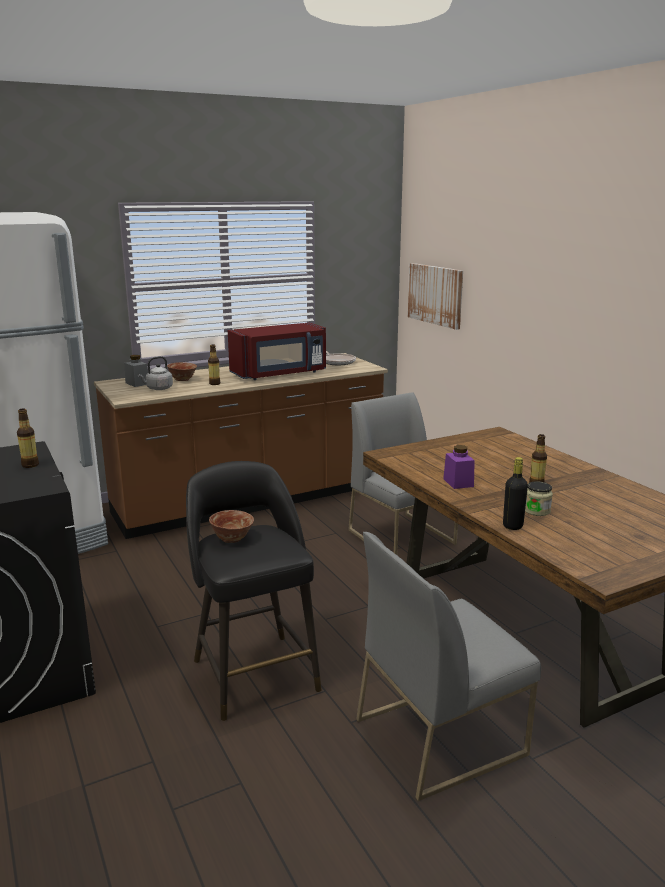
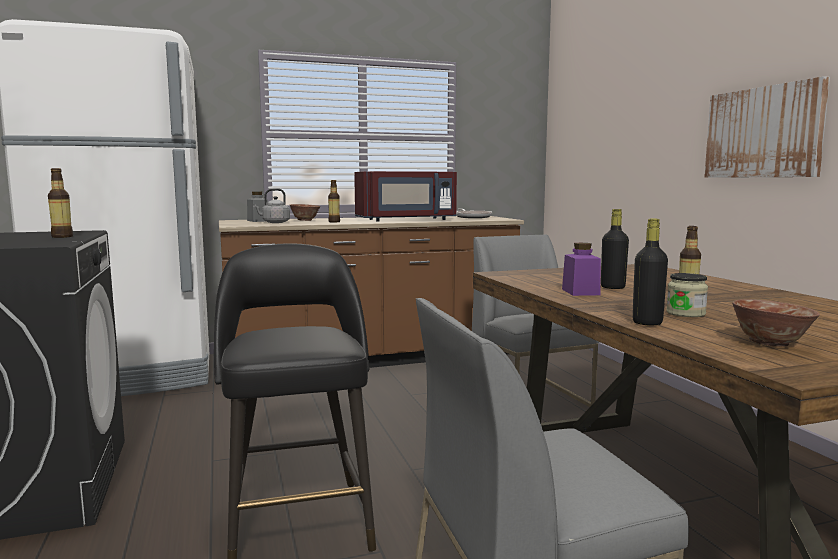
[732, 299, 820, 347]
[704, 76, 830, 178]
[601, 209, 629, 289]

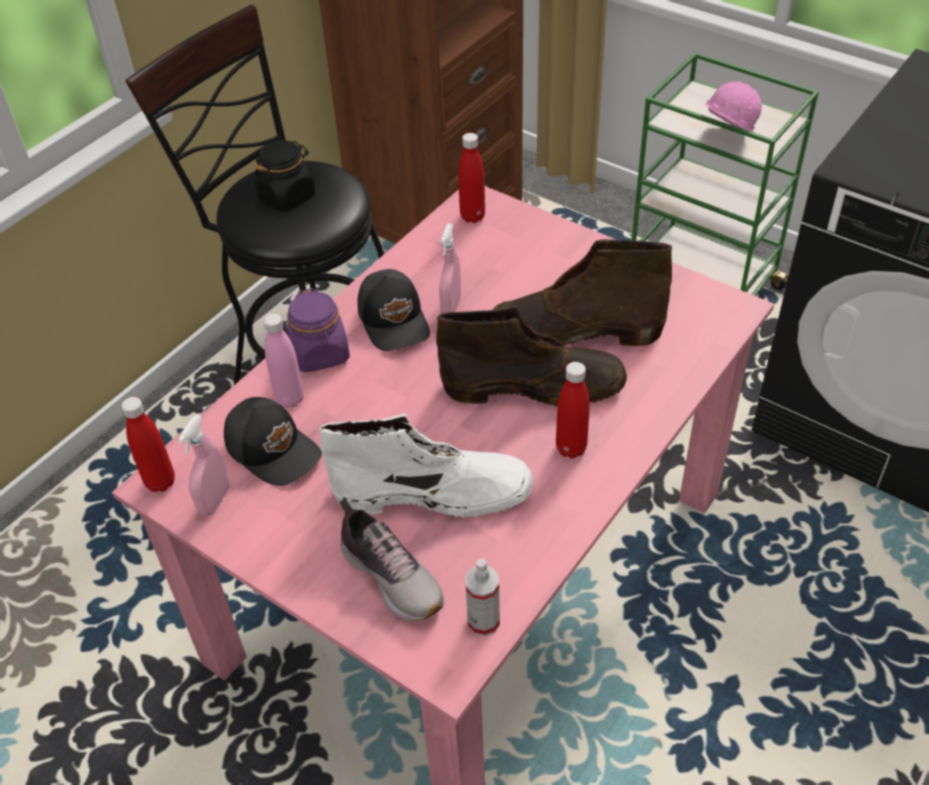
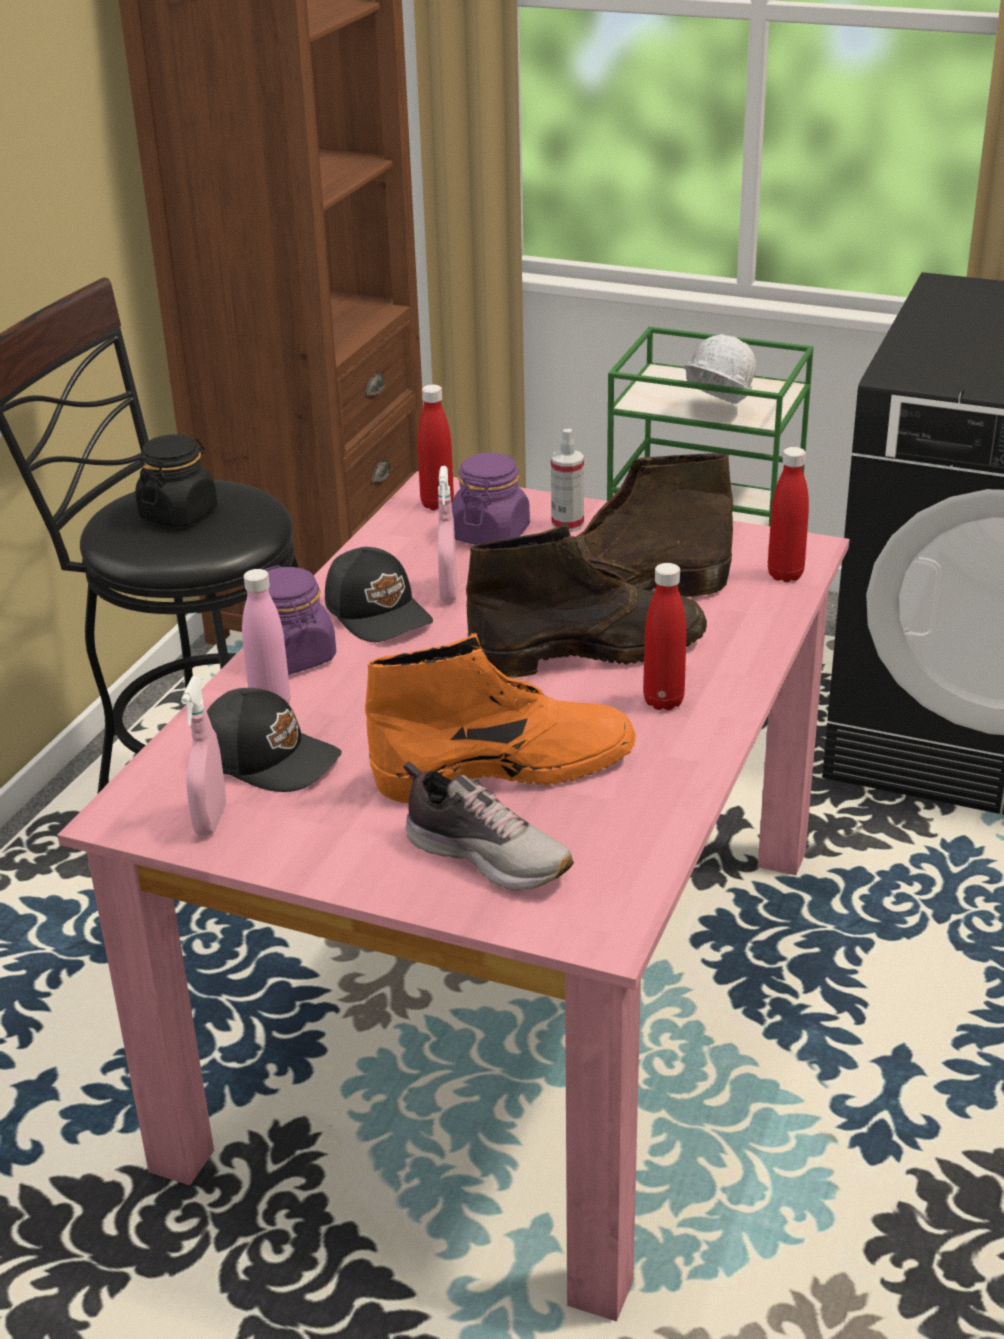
[768, 447, 809, 582]
[365, 633, 635, 803]
[551, 429, 584, 532]
[684, 334, 756, 404]
[452, 453, 530, 545]

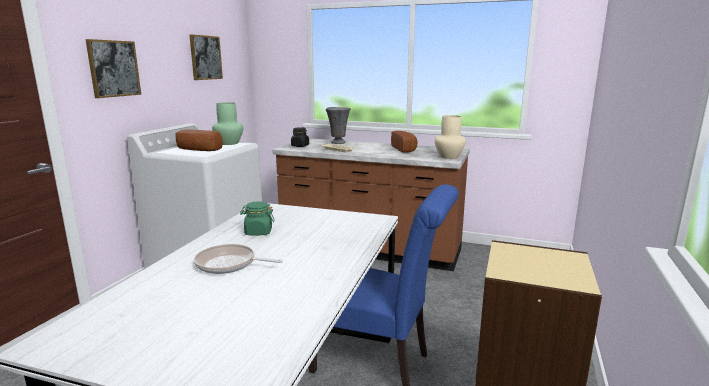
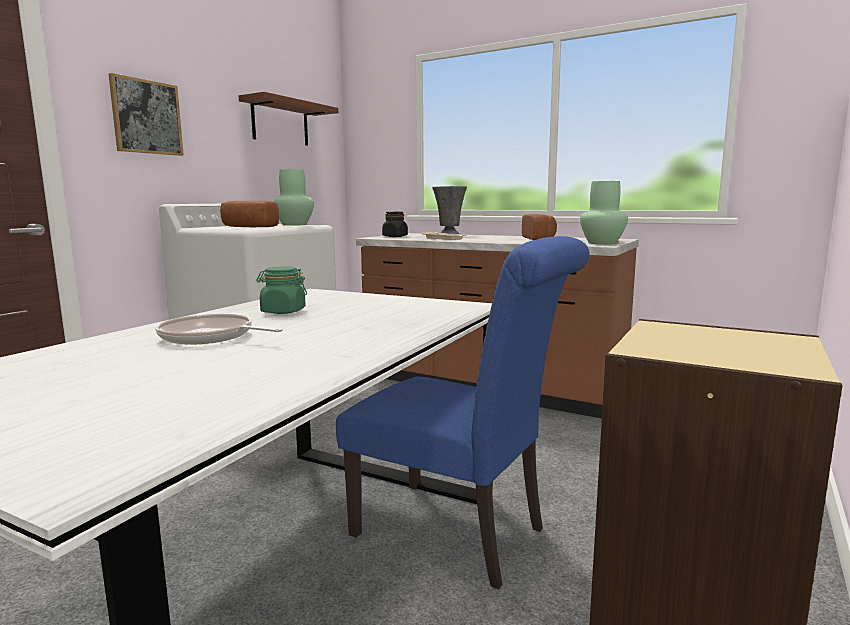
[239, 92, 338, 146]
[580, 181, 628, 244]

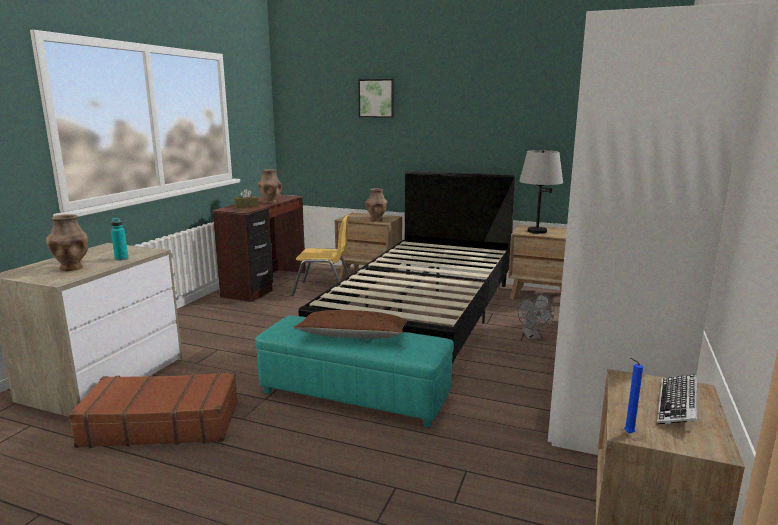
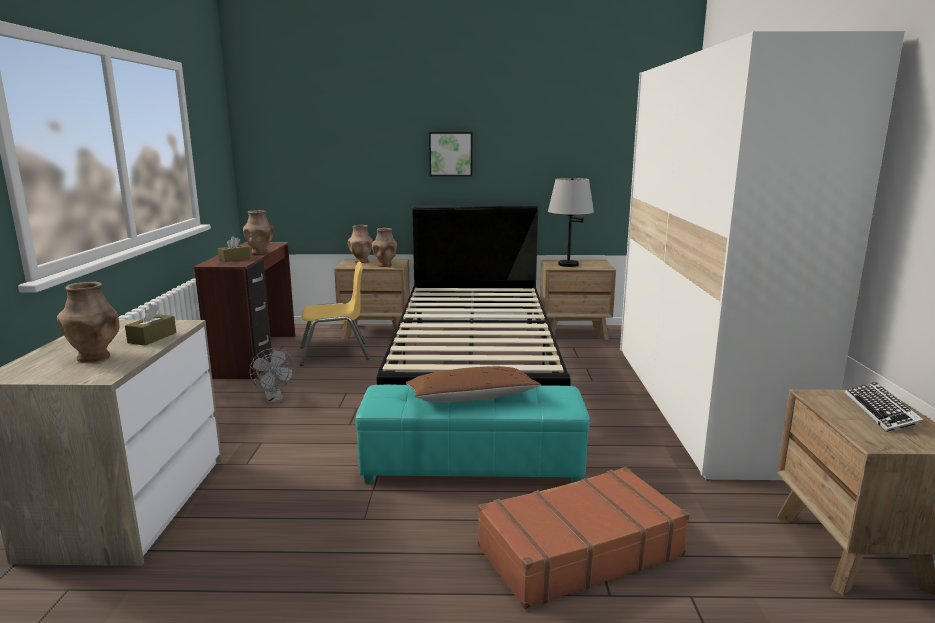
[478, 467, 690, 609]
[125, 304, 176, 345]
[429, 132, 472, 177]
[250, 348, 295, 404]
[624, 358, 643, 434] (first image)
[348, 225, 373, 263]

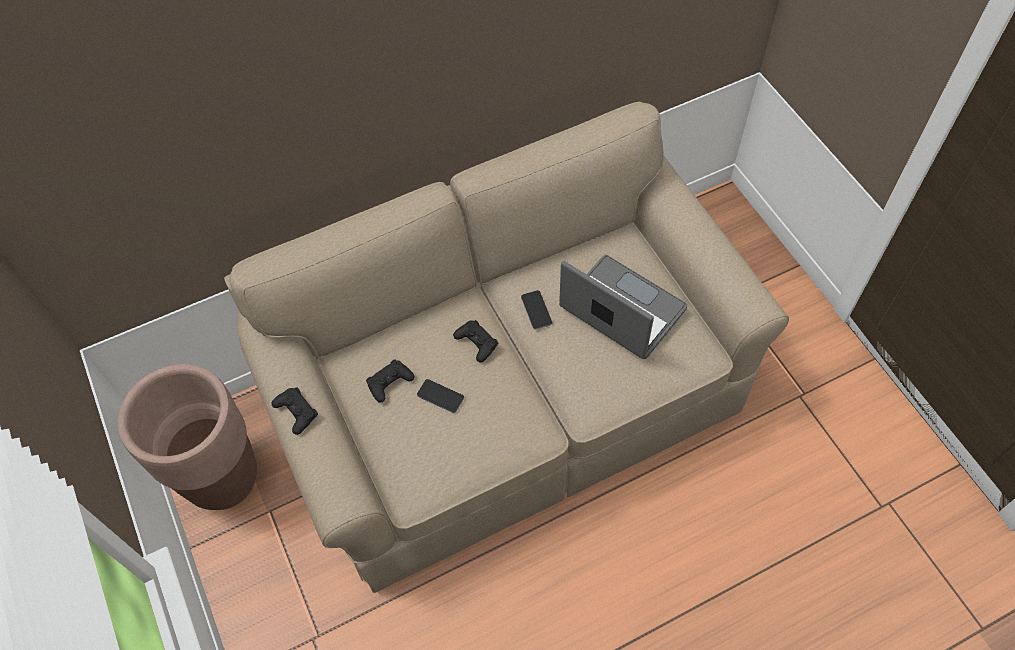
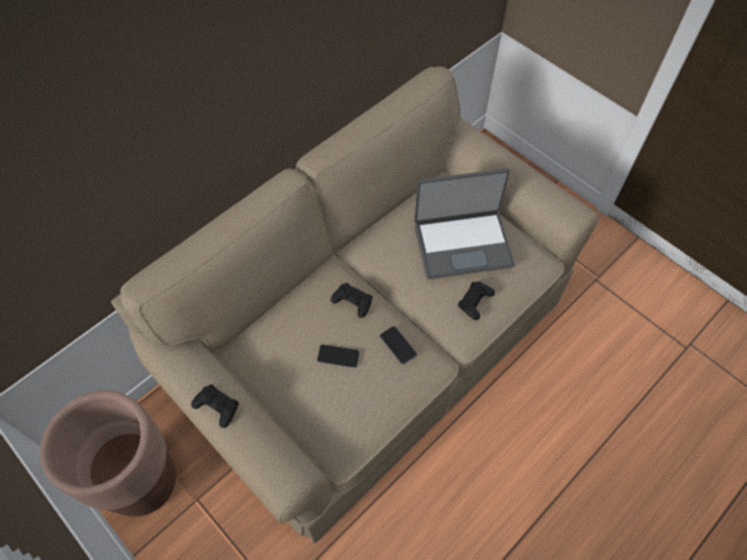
[458, 282, 495, 320]
[380, 326, 417, 364]
[414, 169, 515, 279]

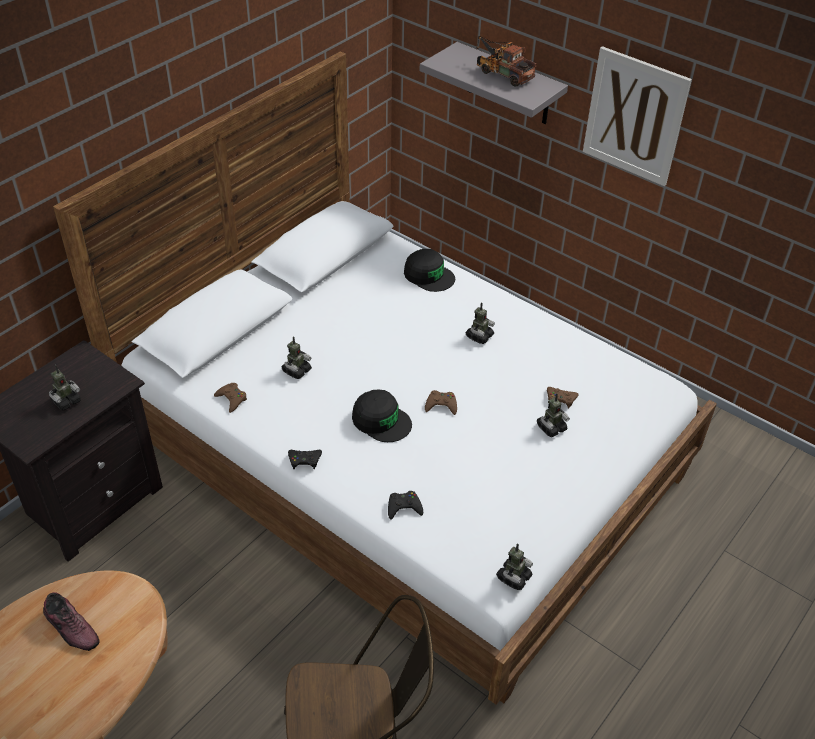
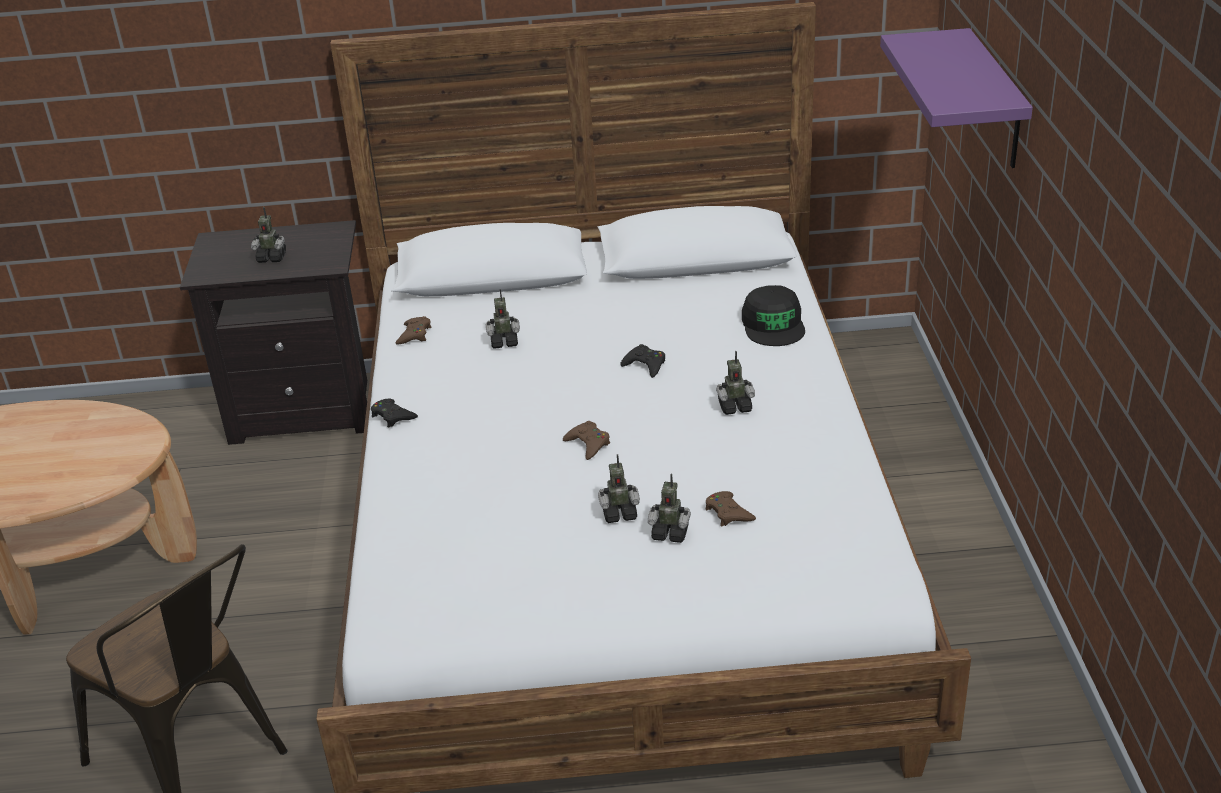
[43, 592, 100, 651] (first image)
[352, 389, 412, 442] (first image)
[620, 344, 665, 378]
[880, 28, 1033, 168]
[476, 36, 537, 86] (first image)
[598, 454, 640, 523]
[583, 46, 692, 186] (first image)

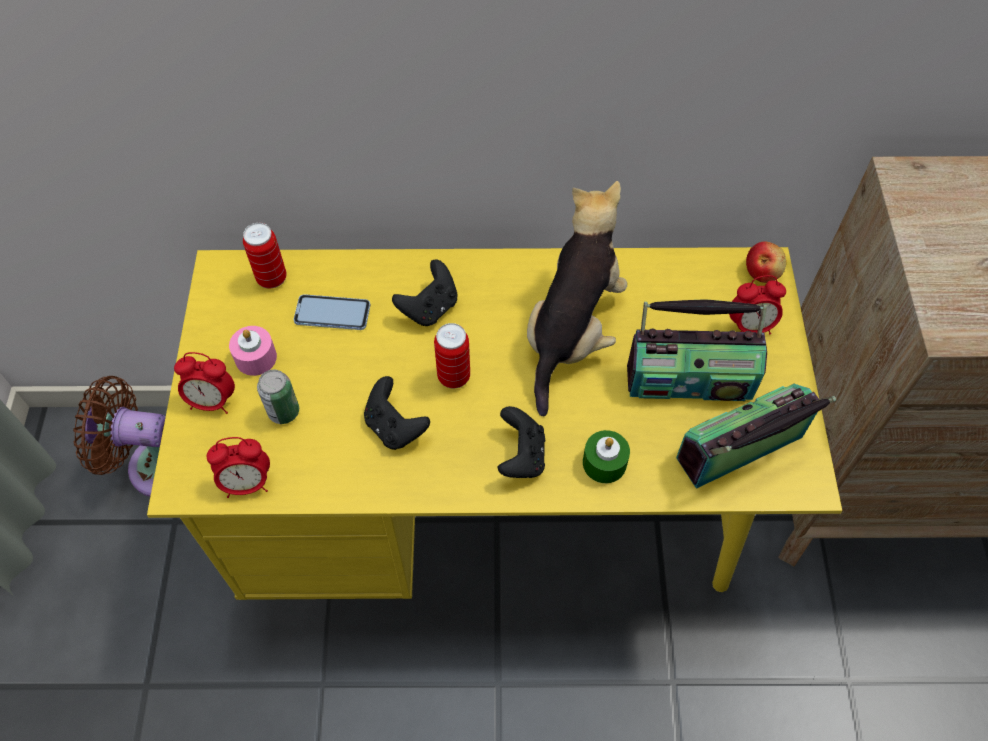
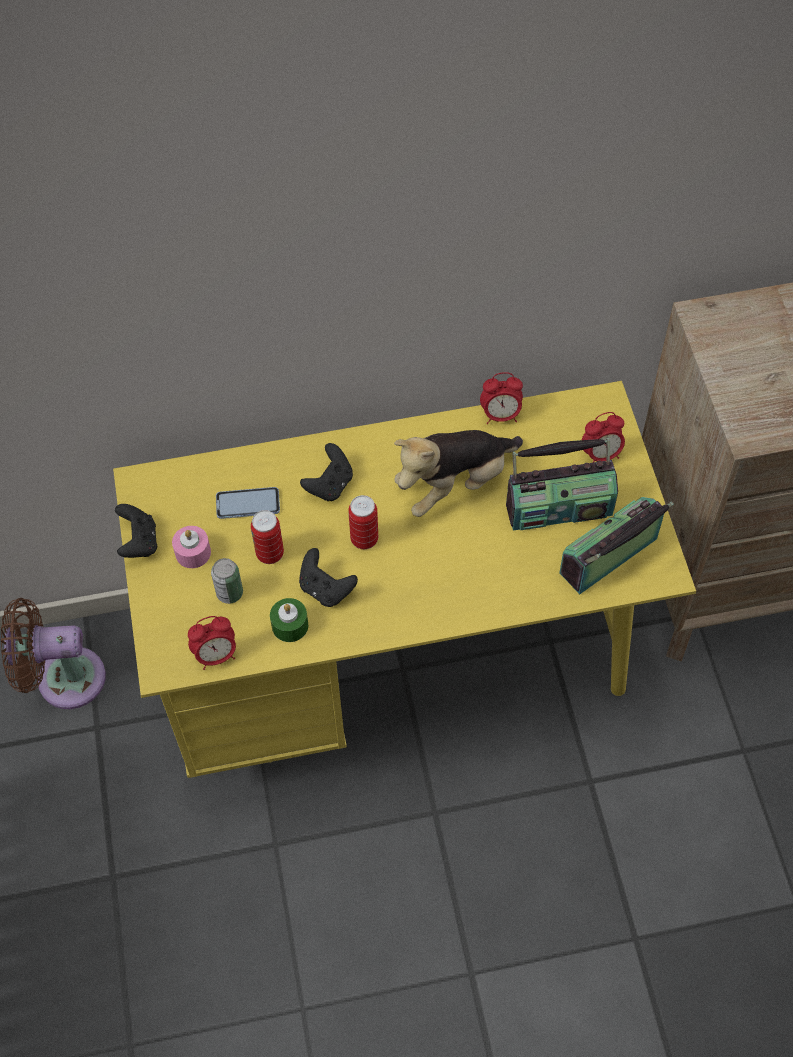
[480, 372, 523, 424]
[251, 510, 284, 564]
[115, 504, 157, 558]
[394, 430, 523, 517]
[270, 598, 308, 642]
[746, 242, 786, 283] (first image)

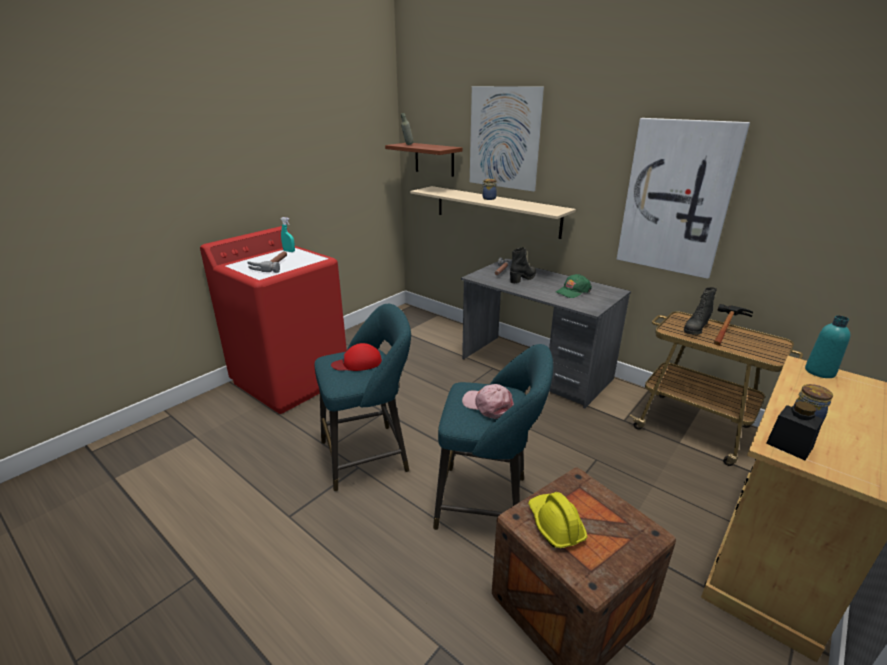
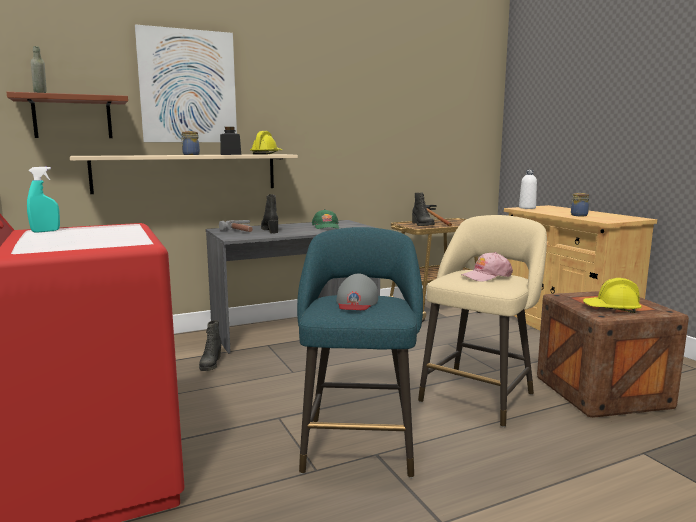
[247, 251, 287, 273] (first image)
[336, 273, 378, 310]
[418, 215, 547, 427]
[617, 118, 750, 279] (first image)
[220, 127, 241, 155]
[519, 170, 537, 209]
[199, 320, 222, 371]
[250, 131, 282, 155]

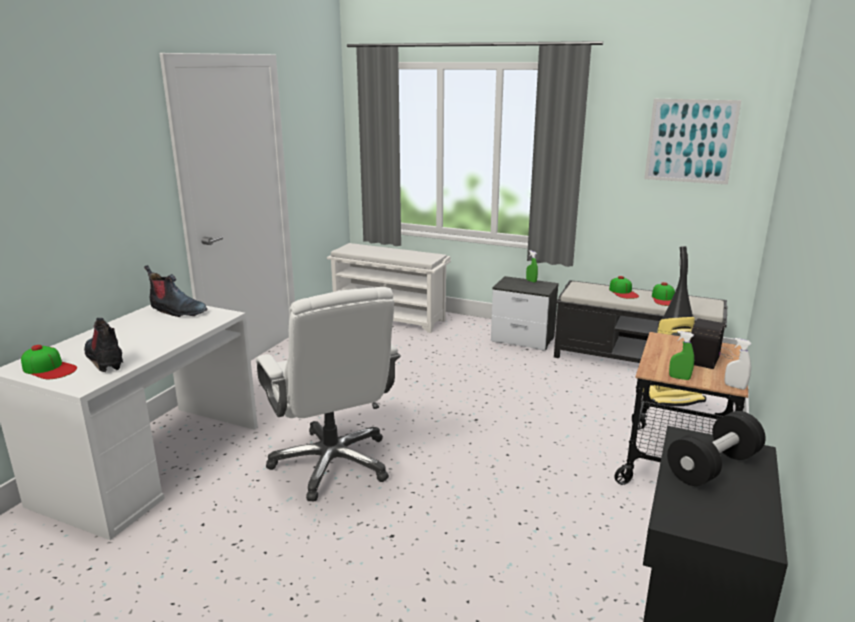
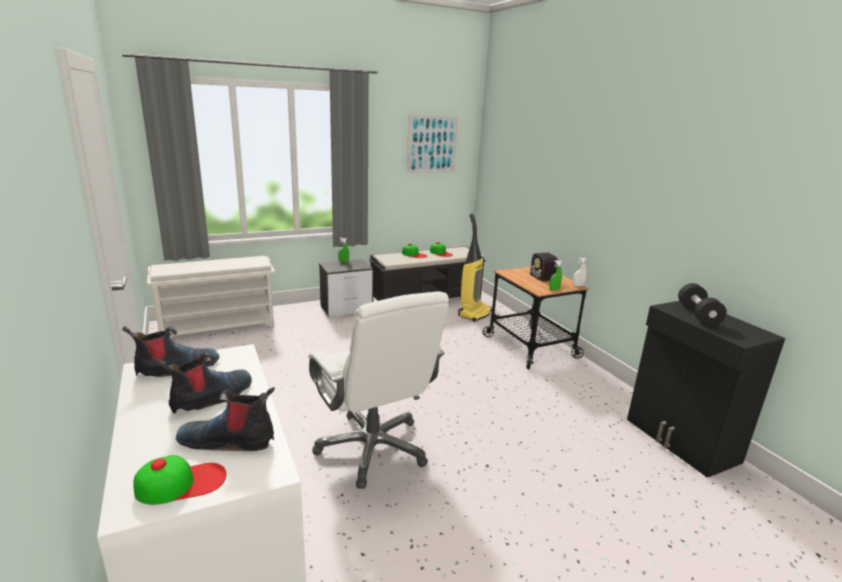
[308, 292, 449, 489]
[158, 352, 252, 414]

